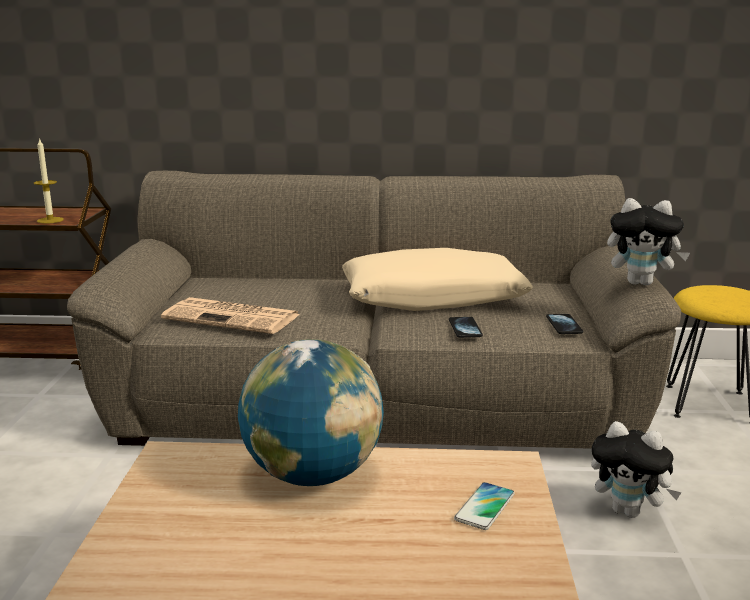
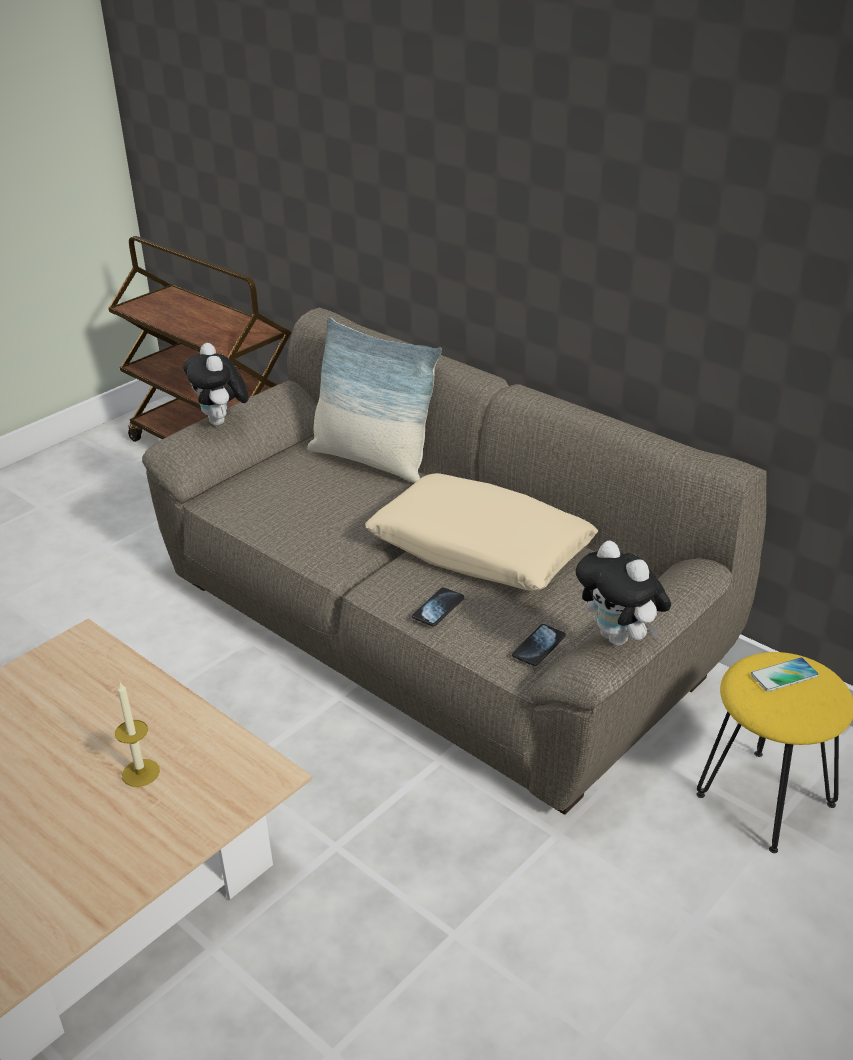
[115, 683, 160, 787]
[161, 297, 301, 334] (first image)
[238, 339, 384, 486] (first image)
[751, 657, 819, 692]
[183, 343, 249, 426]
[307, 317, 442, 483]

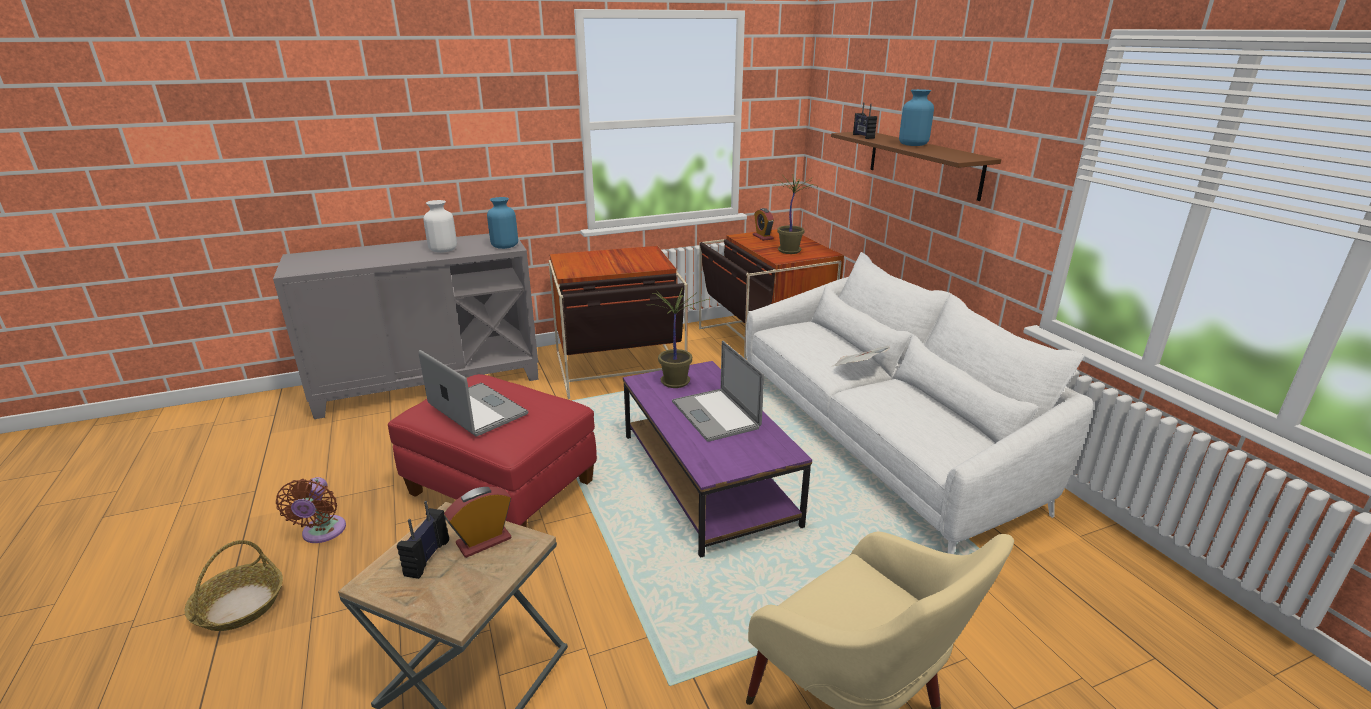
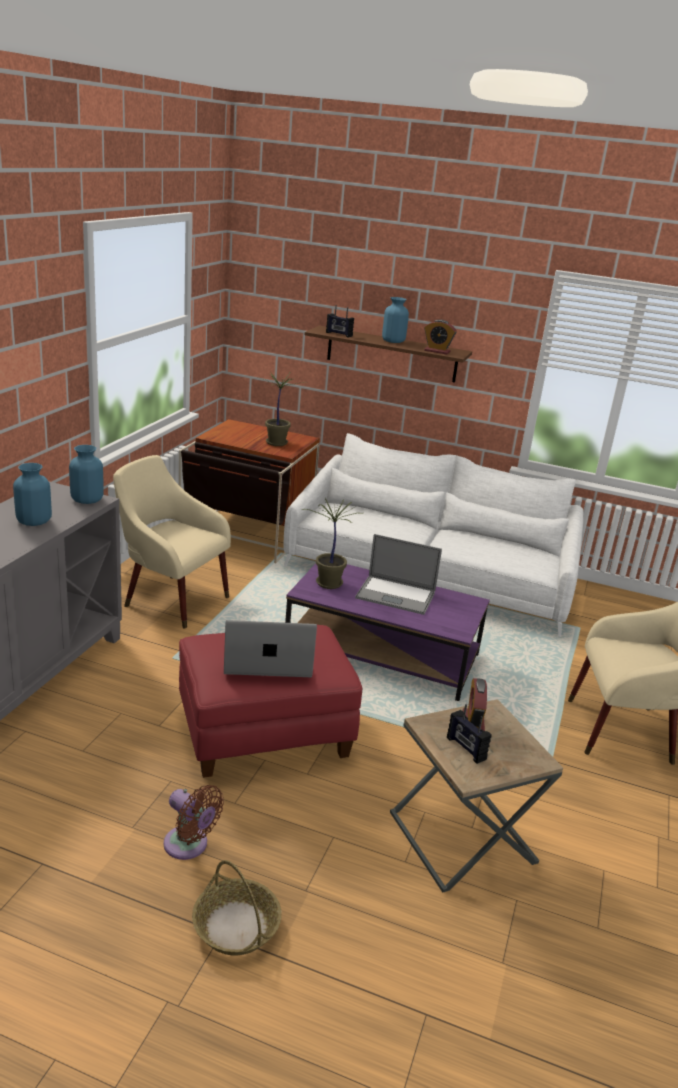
[13, 463, 52, 526]
[113, 455, 231, 628]
[424, 320, 457, 355]
[831, 345, 890, 367] (first image)

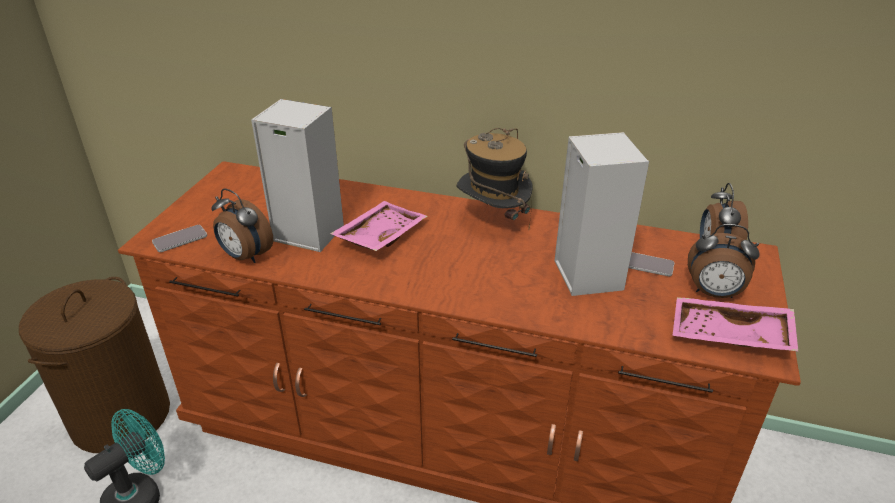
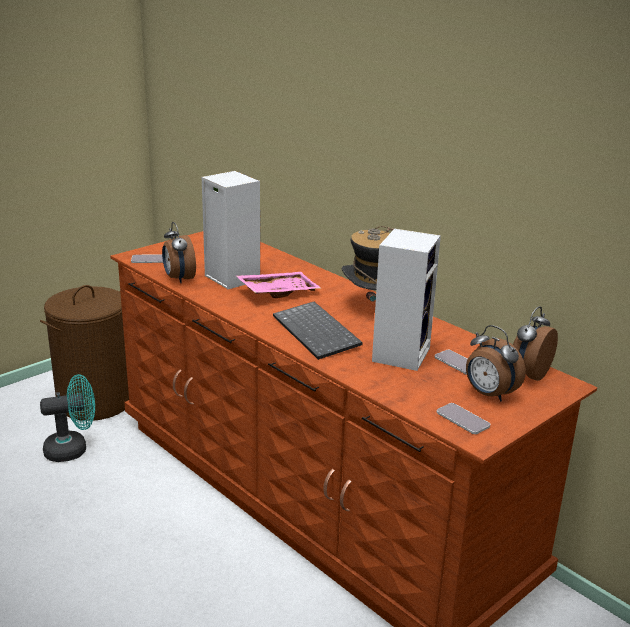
[437, 403, 490, 434]
[273, 302, 363, 360]

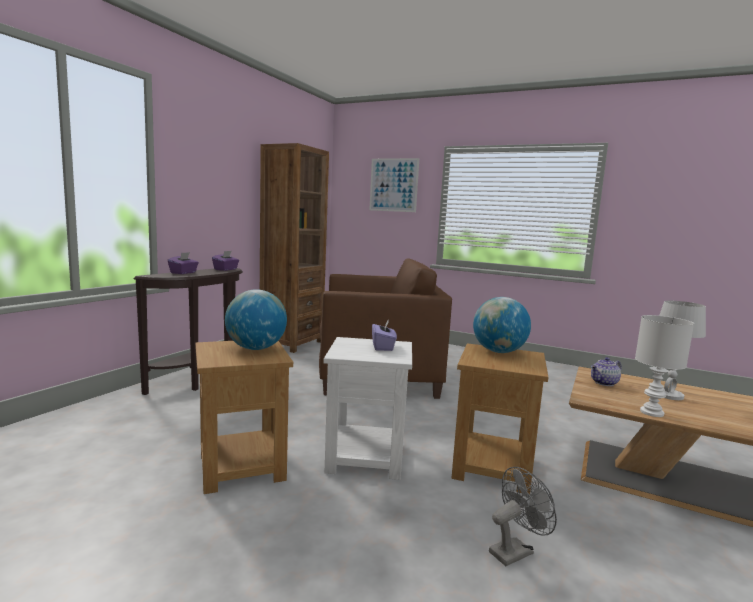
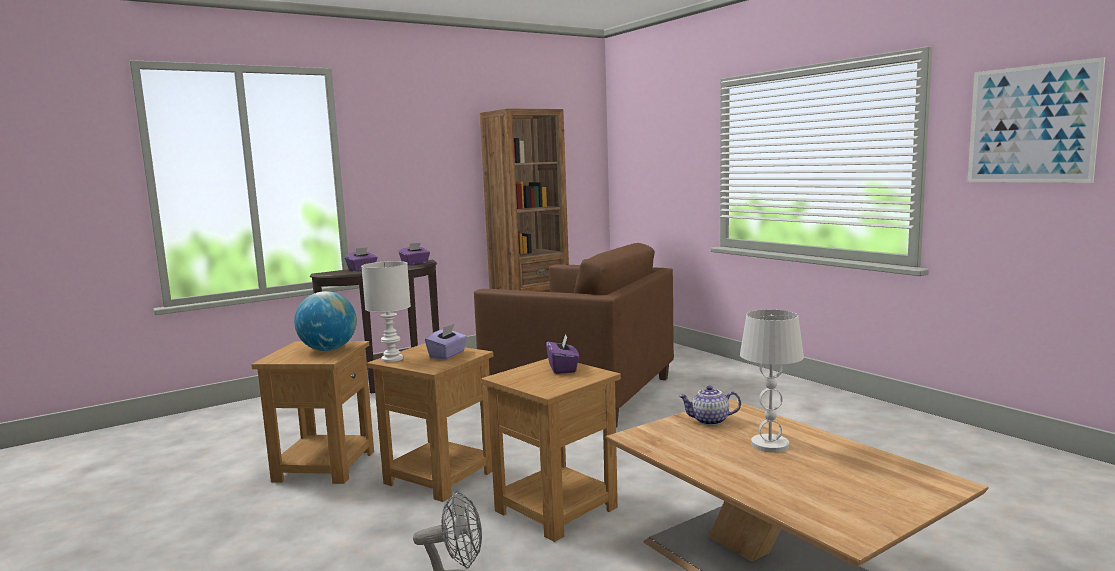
[367, 343, 493, 502]
[968, 57, 1105, 183]
[546, 334, 579, 374]
[361, 261, 411, 362]

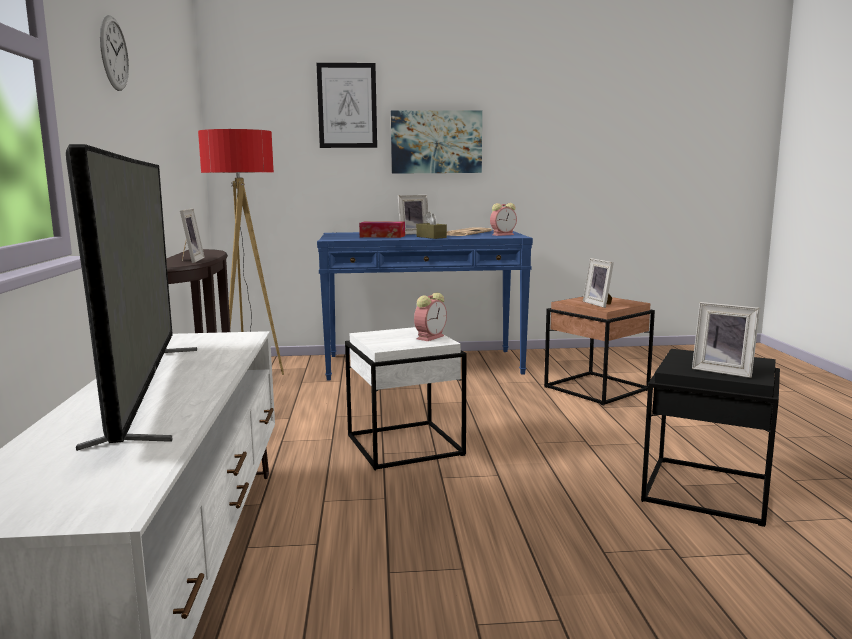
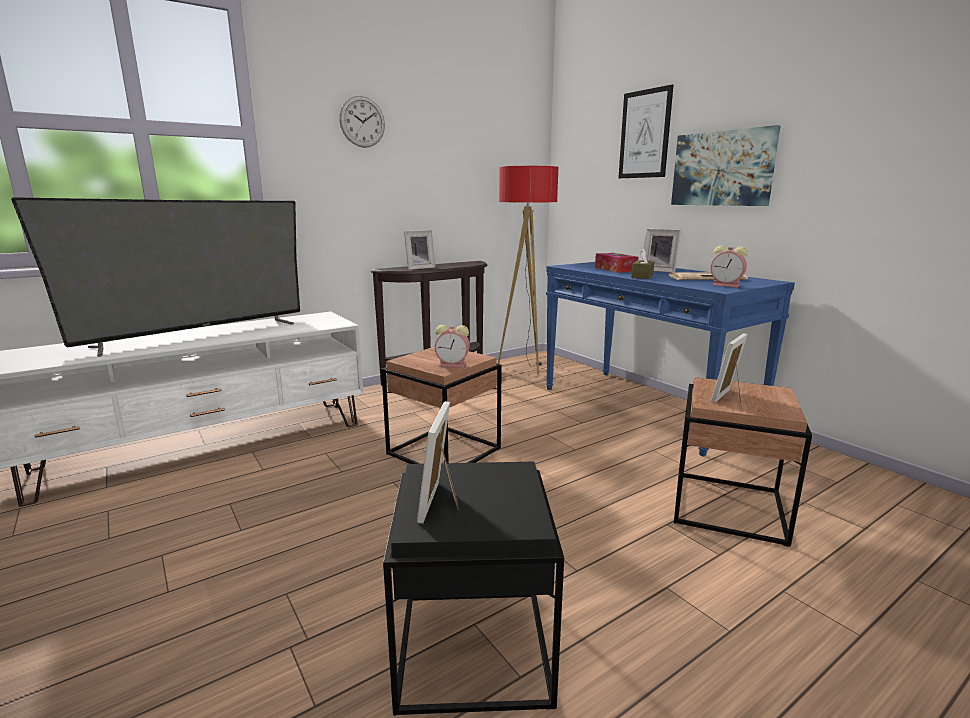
[381, 347, 502, 464]

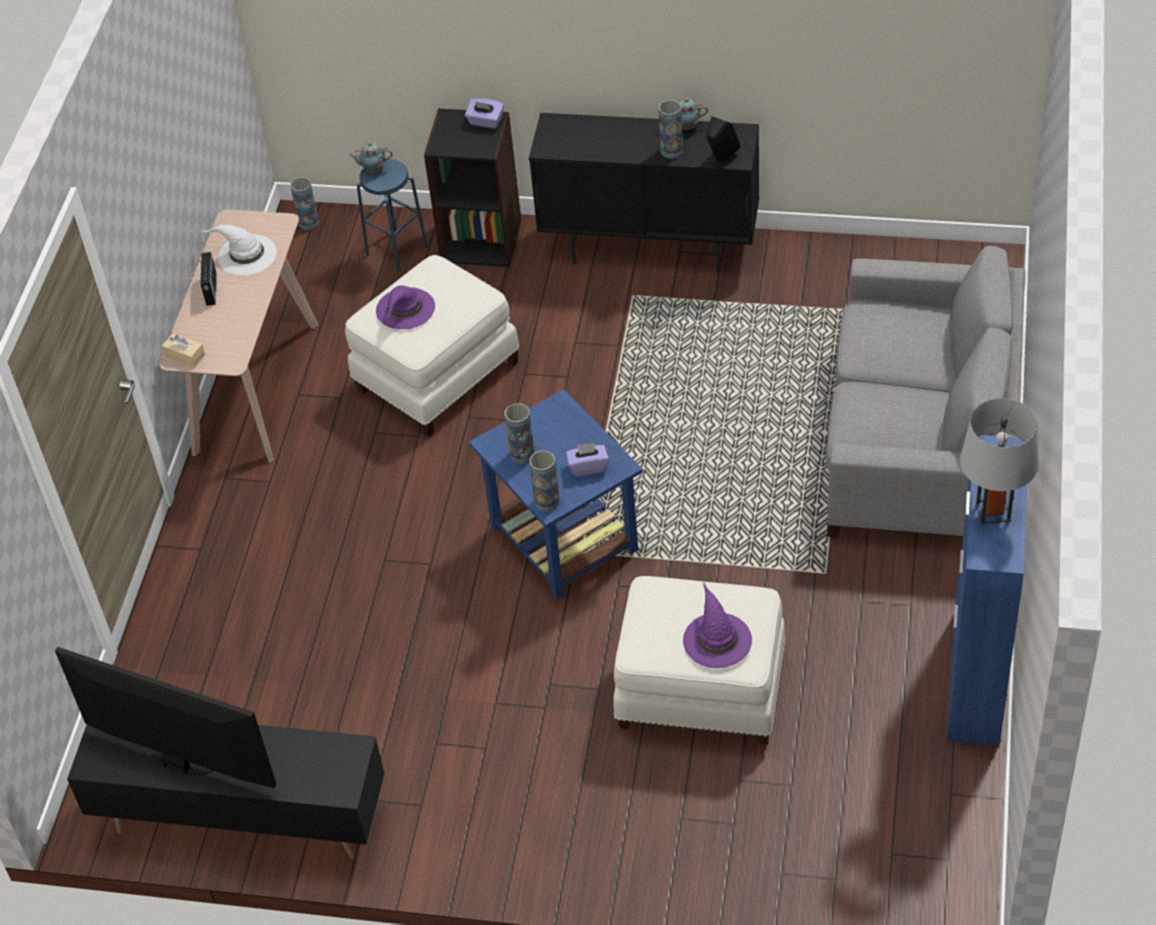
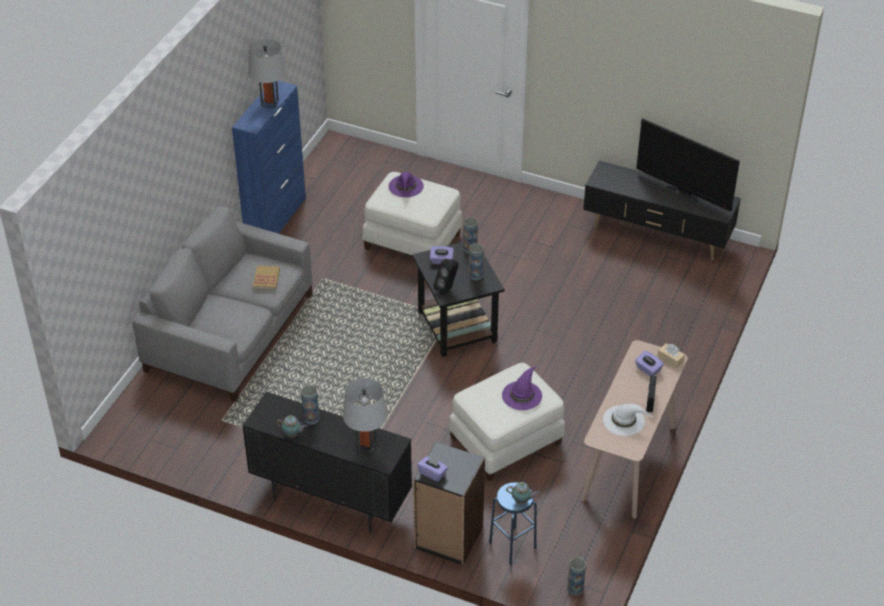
[412, 242, 504, 357]
[434, 259, 459, 295]
[253, 266, 280, 290]
[343, 378, 388, 453]
[635, 351, 664, 376]

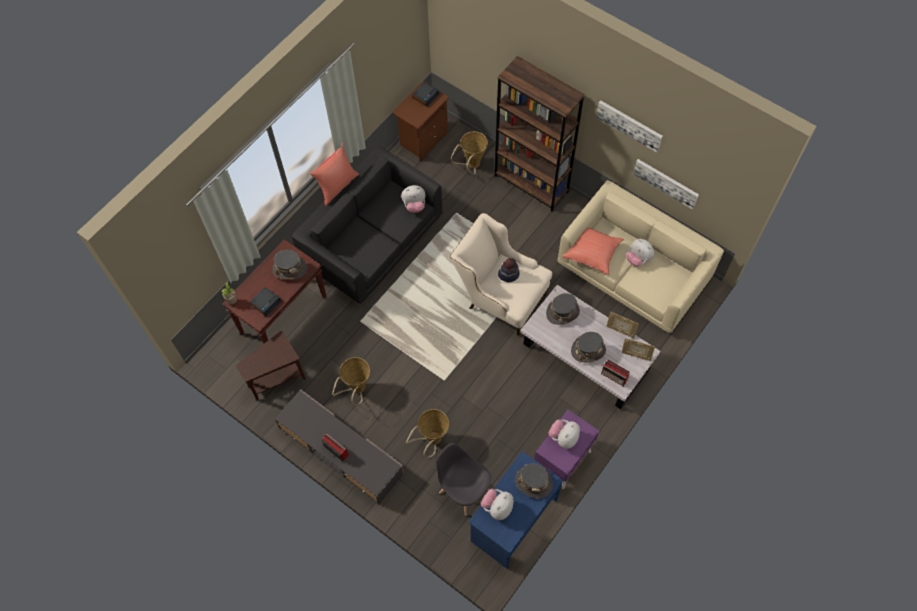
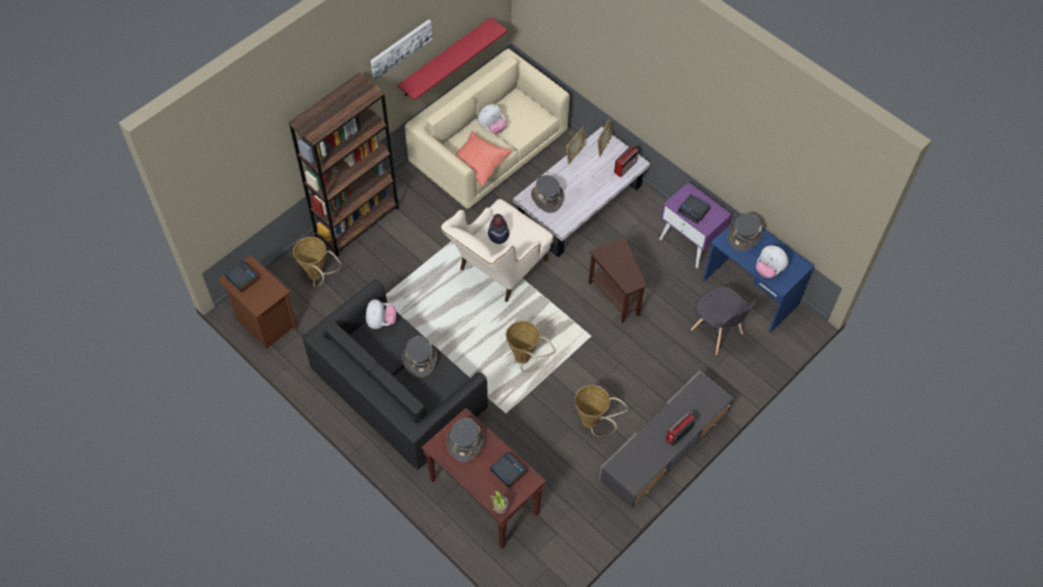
[588, 237, 647, 323]
[310, 143, 359, 206] (first image)
[506, 321, 555, 372]
[691, 286, 757, 355]
[678, 194, 710, 224]
[402, 336, 437, 377]
[397, 17, 508, 100]

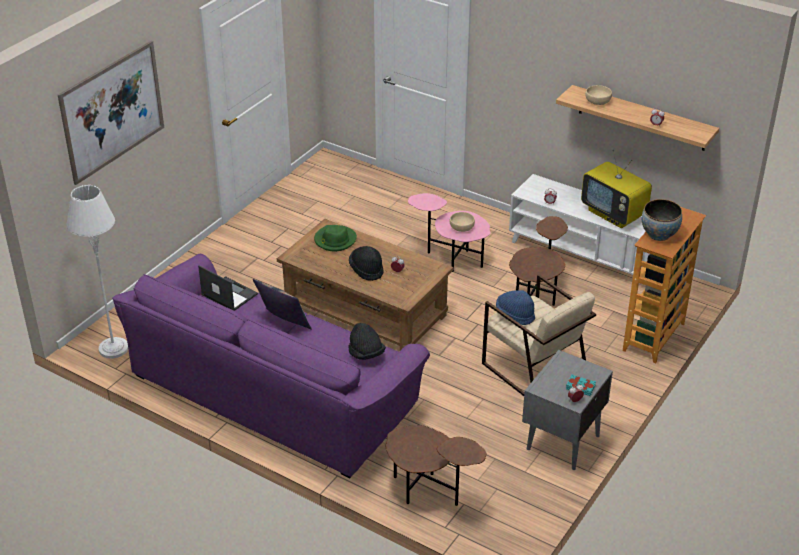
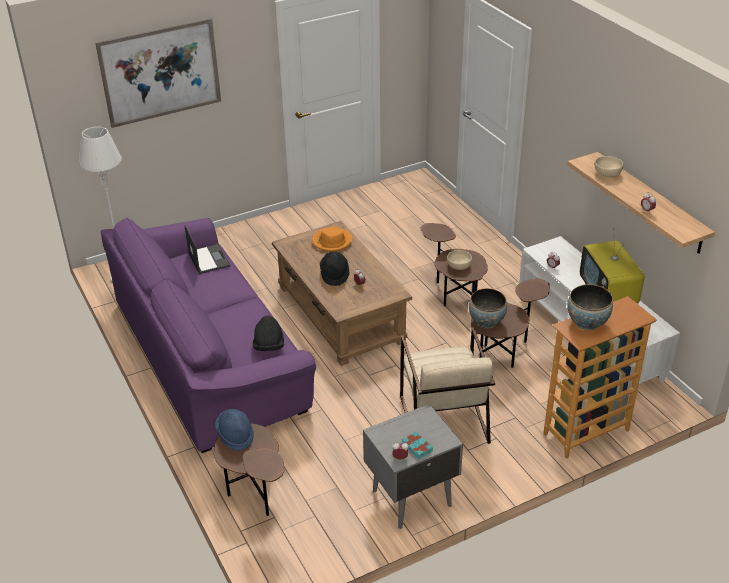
[253, 278, 312, 330] (first image)
[312, 226, 352, 252]
[420, 223, 488, 306]
[215, 409, 254, 451]
[469, 288, 507, 329]

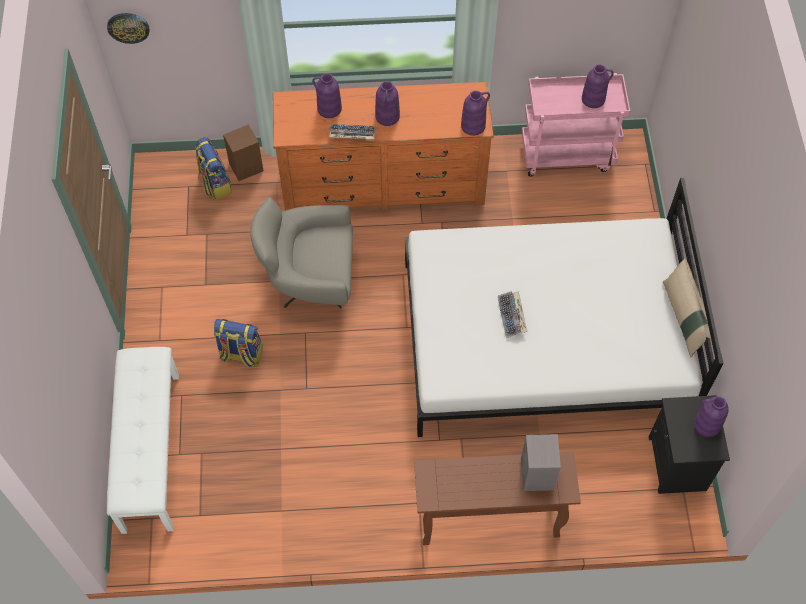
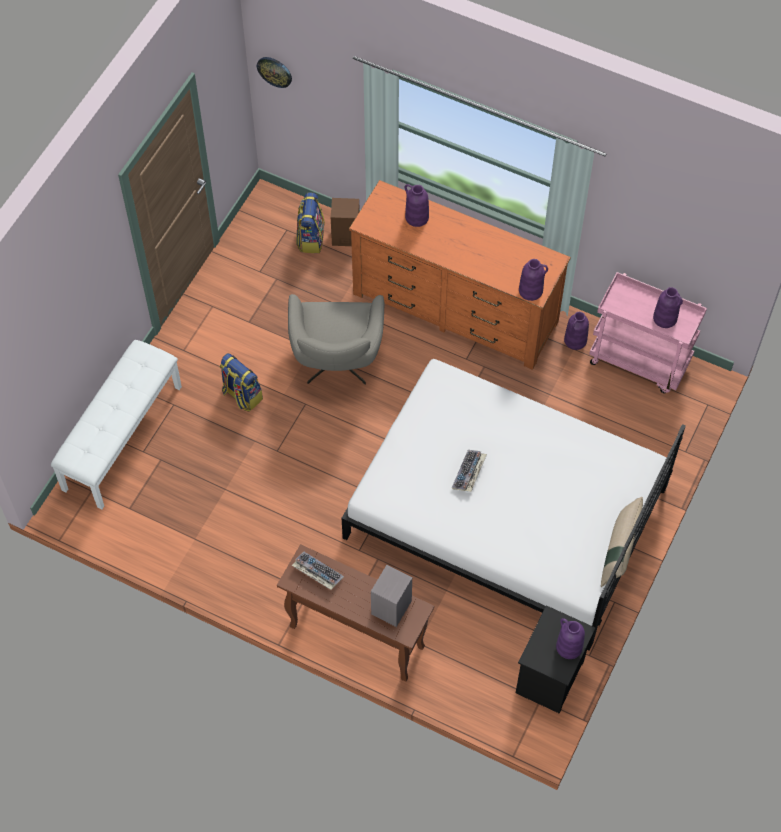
[288, 294, 384, 384]
[292, 551, 344, 590]
[564, 312, 589, 350]

